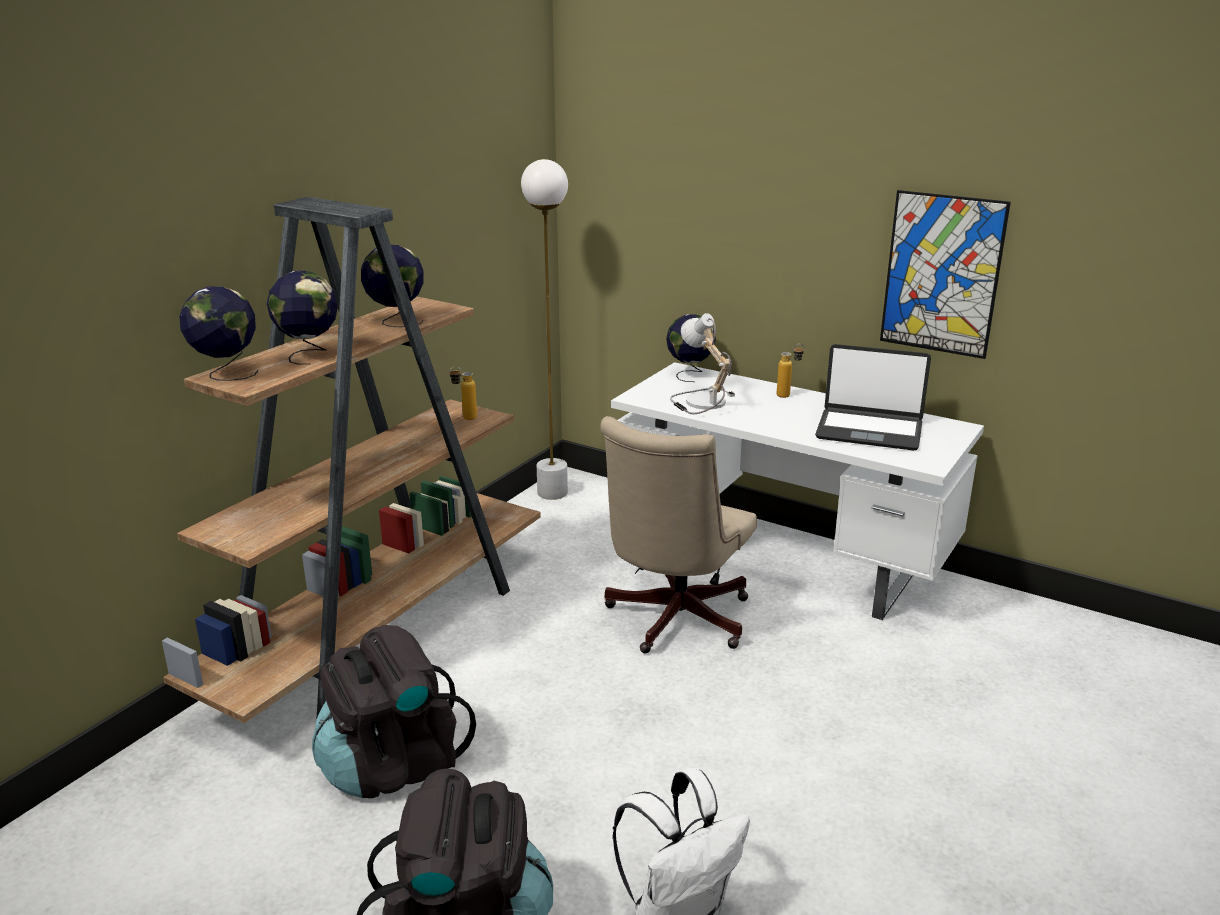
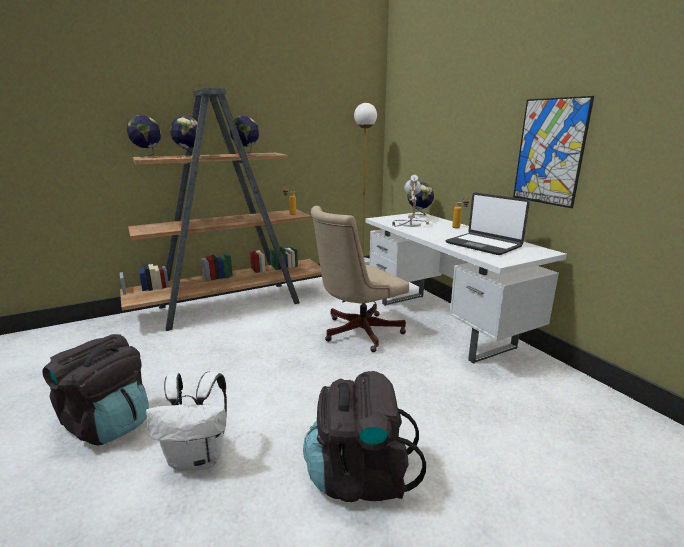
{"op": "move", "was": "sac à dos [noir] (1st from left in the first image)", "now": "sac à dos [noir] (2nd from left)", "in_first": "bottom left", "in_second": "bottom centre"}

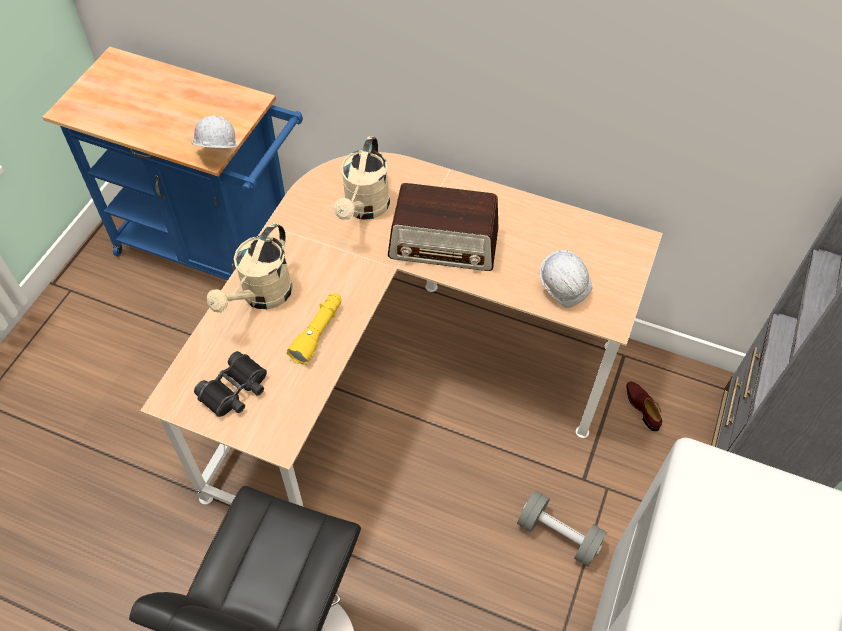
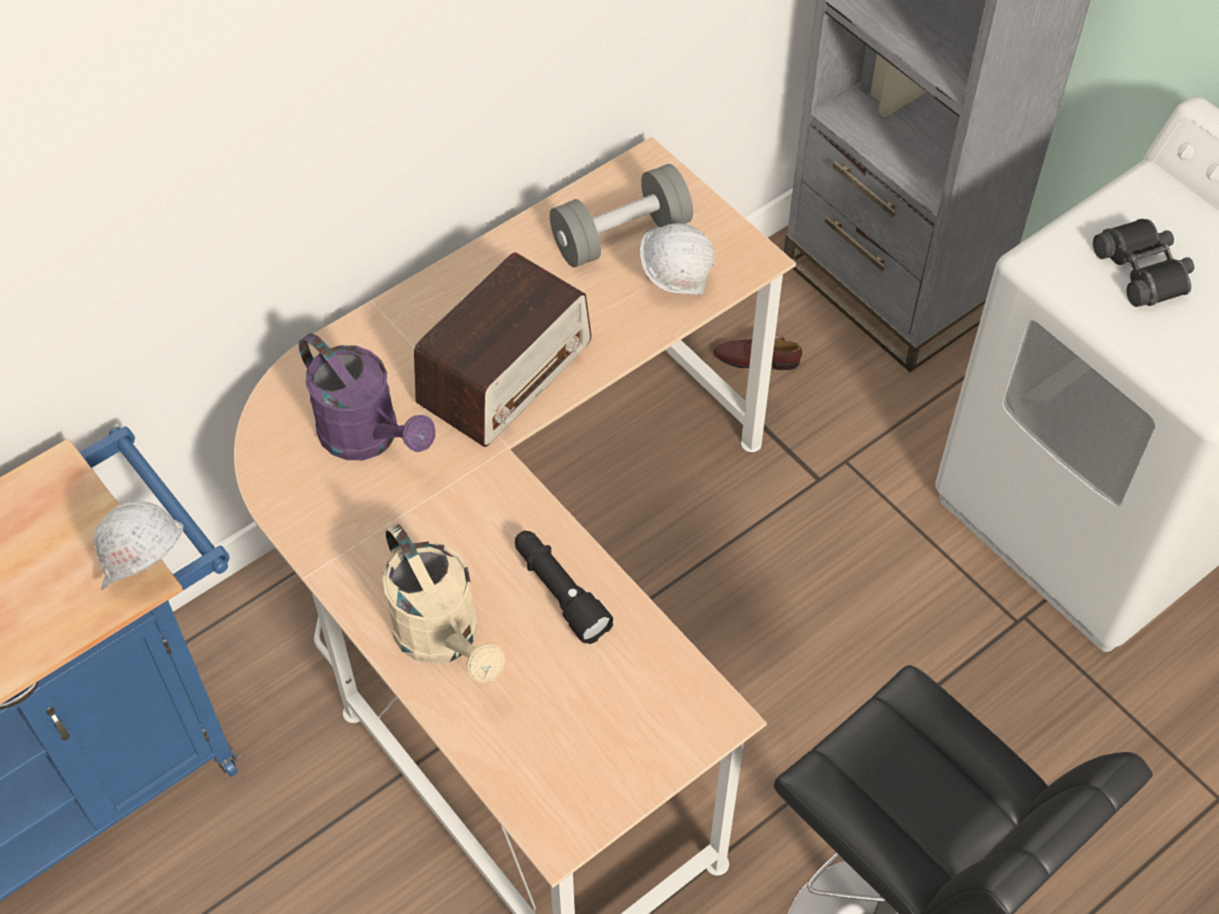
{"op": "recolor", "was": "arrosoir [beige] (2nd from left)", "now": "arrosoir [violet]", "in_first": "top centre", "in_second": "middle left"}
{"op": "recolor", "was": "lampe de poche [jaune]", "now": "lampe de poche [noir]", "in_first": "centre", "in_second": "centre"}
{"op": "move", "was": "haltère [gris]", "in_first": "bottom right", "in_second": "top centre"}
{"op": "move", "was": "jumelles [noir]", "in_first": "middle left", "in_second": "top right"}

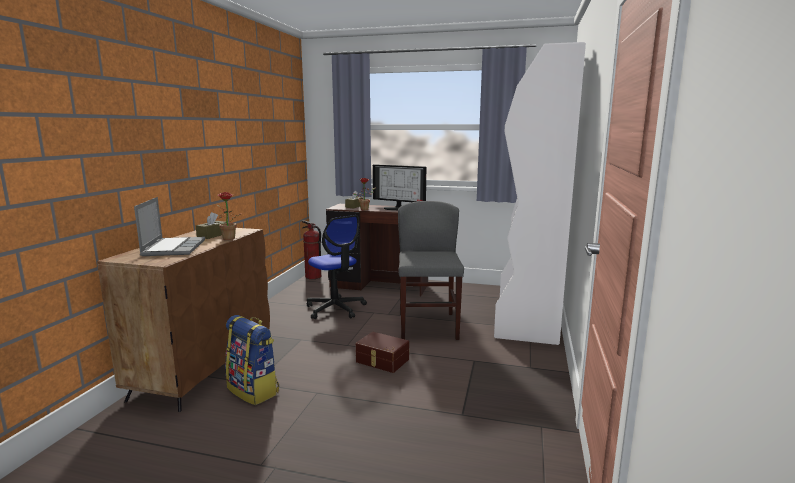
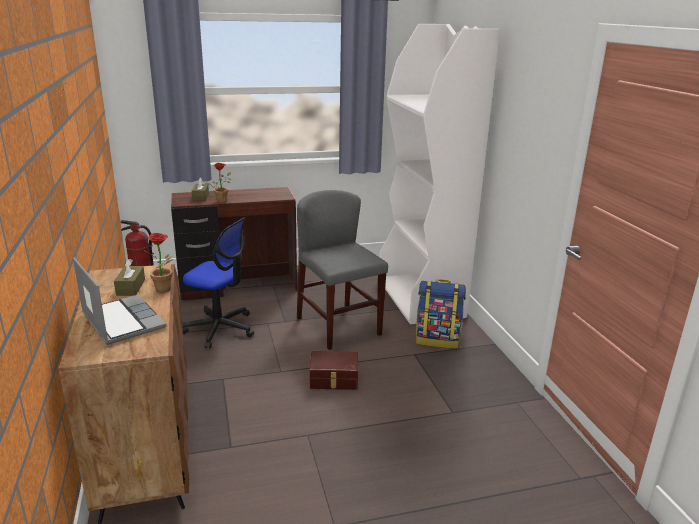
{"op": "move", "was": "sac à dos", "in_first": "bottom left", "in_second": "centre"}
{"op": "delete", "was": "écran d'ordinateur", "in_first": "centre"}

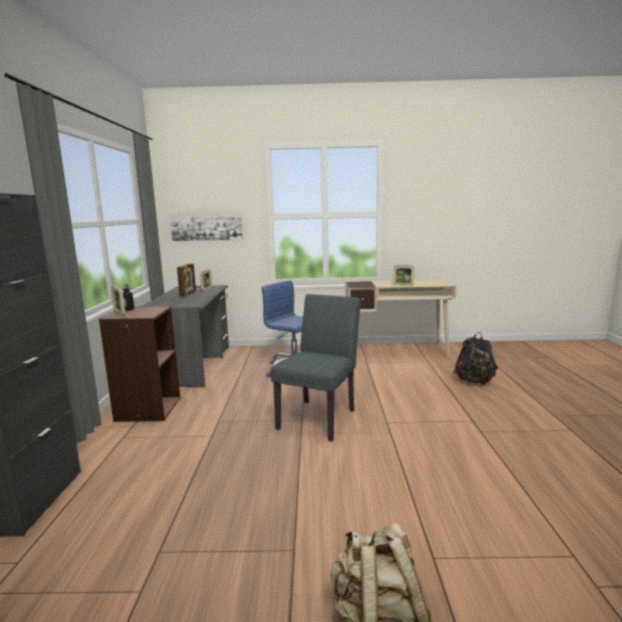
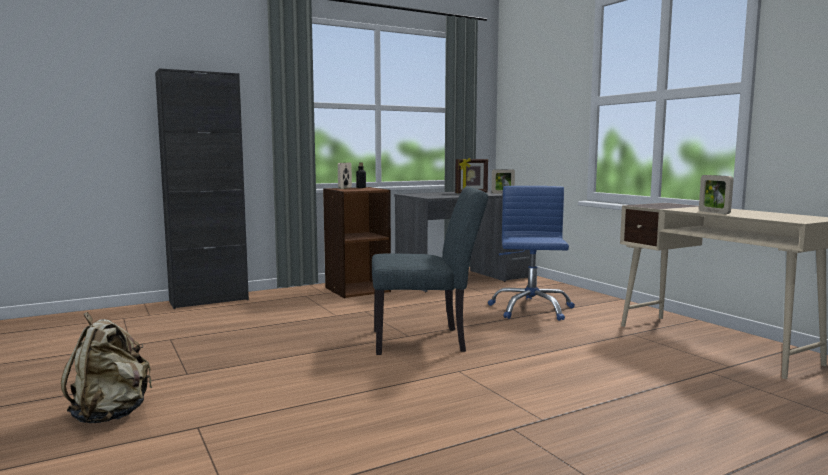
{"op": "delete", "was": "tableau", "in_first": "middle left"}
{"op": "delete", "was": "sac à dos [noir]", "in_first": "middle right"}

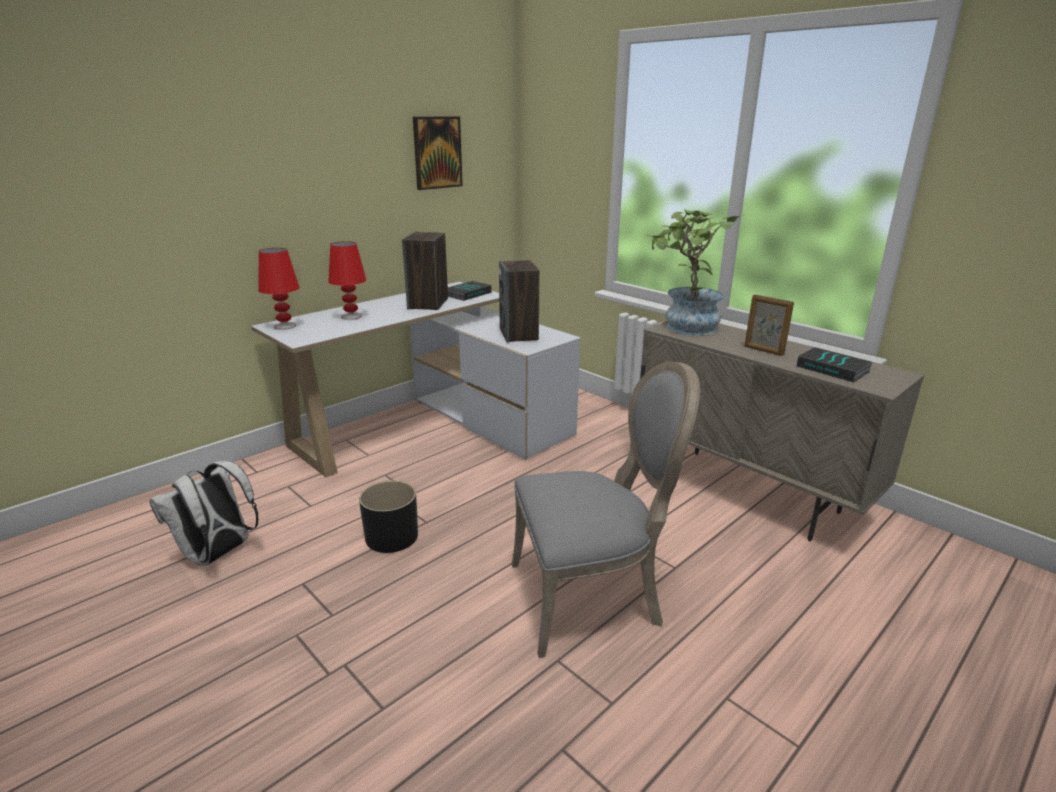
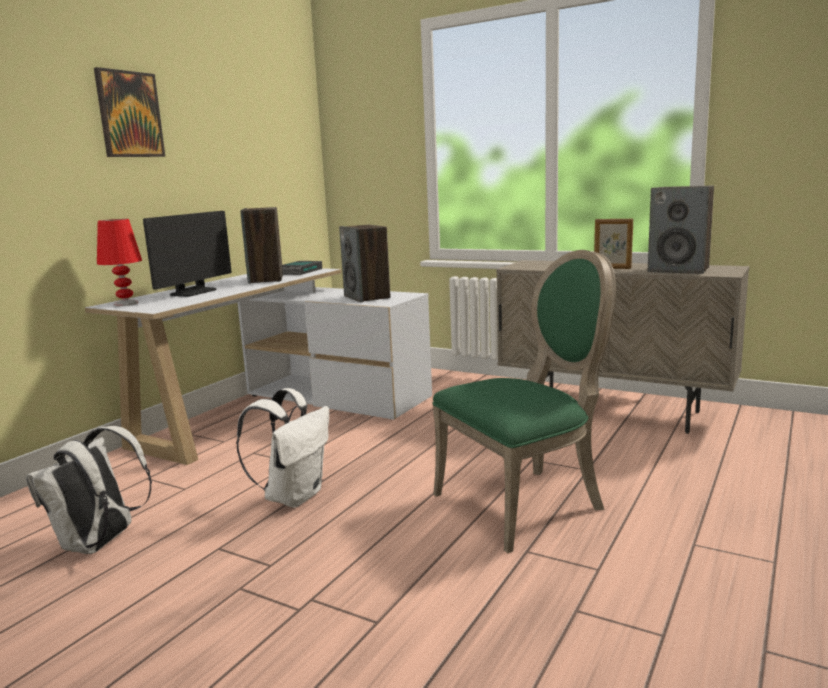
{"op": "move", "was": "tableau", "in_first": "top centre", "in_second": "top left"}
{"op": "replace", "was": "lampe de table [rouge] (2nd from left)", "now": "écran d'ordinateur", "in_first": "middle left", "in_second": "middle left"}
{"op": "replace", "was": "cache-pot [noir]", "now": "sac à dos [blanc] (2nd from left)", "in_first": "centre", "in_second": "centre"}
{"op": "recolor", "was": "chaise [gris]", "now": "chaise [vert]", "in_first": "centre", "in_second": "centre"}
{"op": "replace", "was": "livre (2nd from left)", "now": "enceinte (3rd from left)", "in_first": "middle right", "in_second": "middle right"}
{"op": "delete", "was": "plante en pot", "in_first": "centre"}

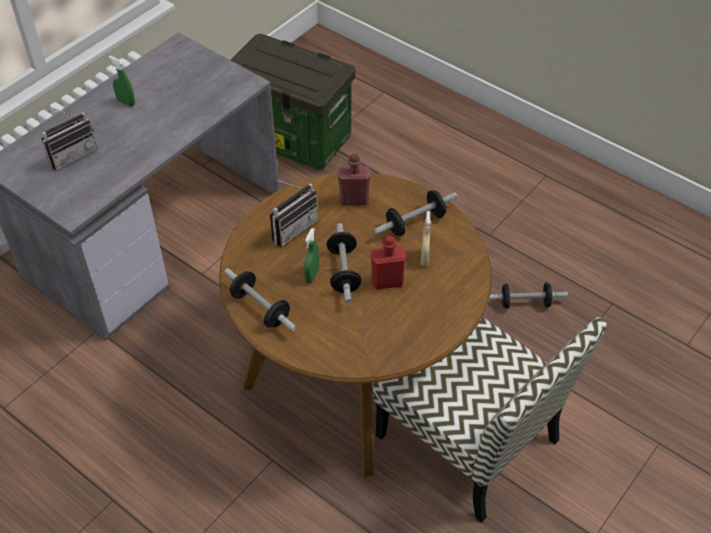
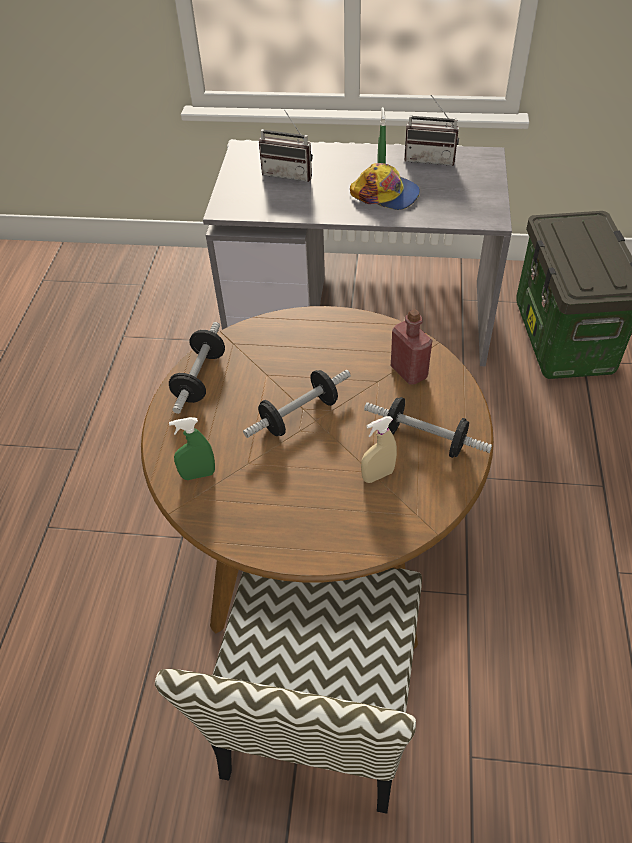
{"op": "move", "was": "vaporisateur [vert] (2nd from left in the first image)", "now": "vaporisateur [vert] (1st from left)", "in_first": "centre", "in_second": "middle left"}
{"op": "insert", "now": "casquette", "in_second": "top centre"}
{"op": "move", "was": "radio (2nd from left)", "in_first": "centre", "in_second": "top right"}
{"op": "delete", "was": "bouteille [rouge] (2nd from left)", "in_first": "centre"}
{"op": "delete", "was": "haltère (4th from left)", "in_first": "middle right"}

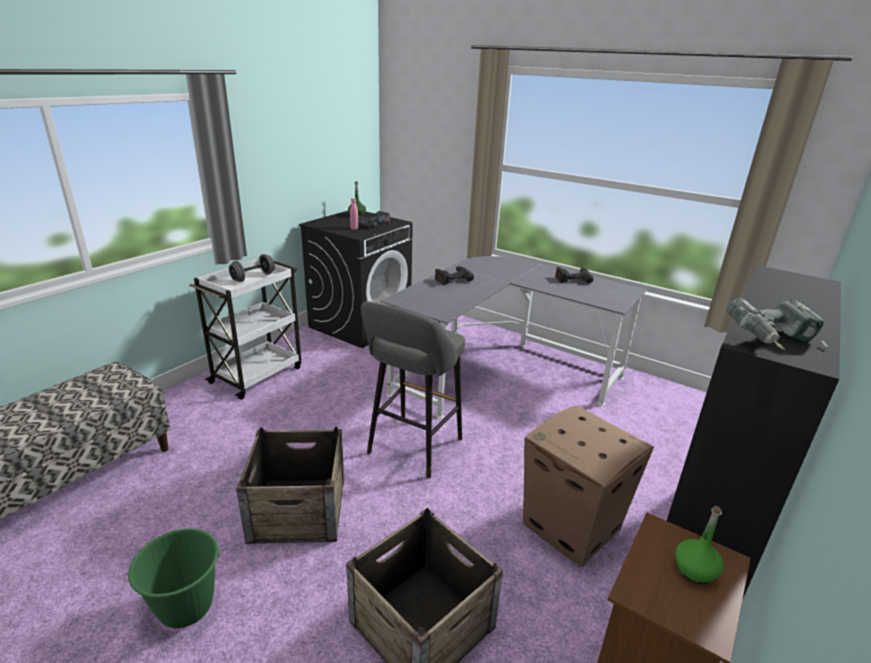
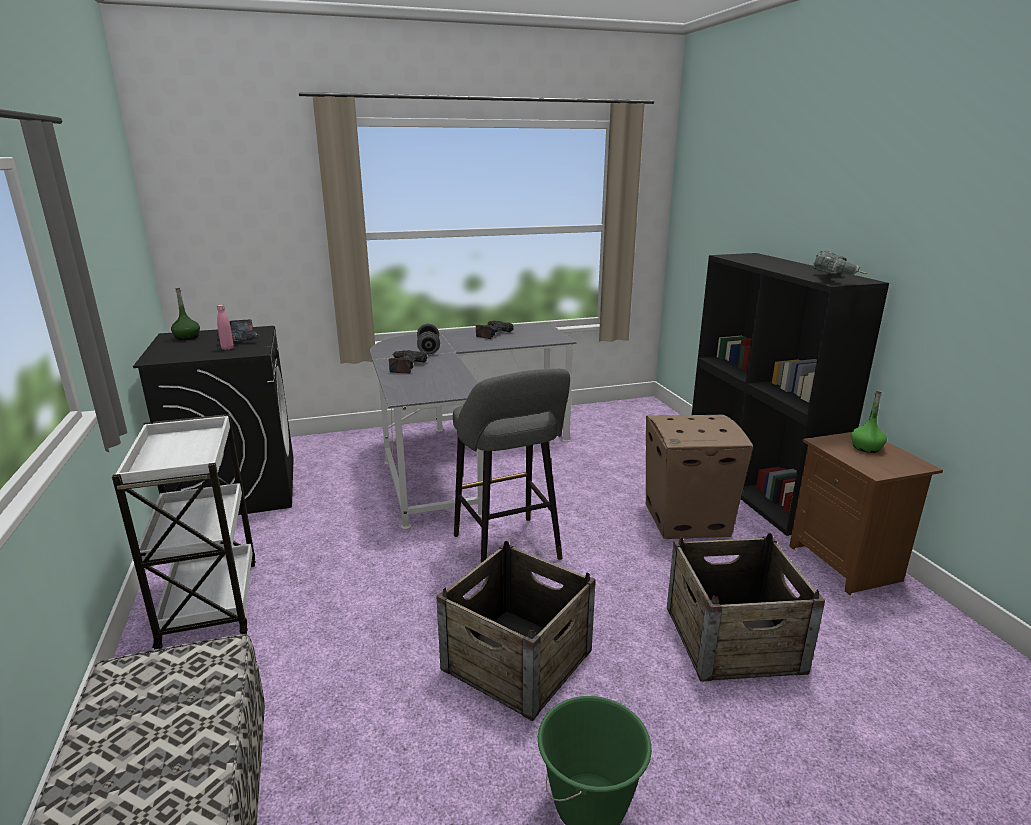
{"op": "move", "was": "haltère [gris]", "in_first": "middle left", "in_second": "centre"}

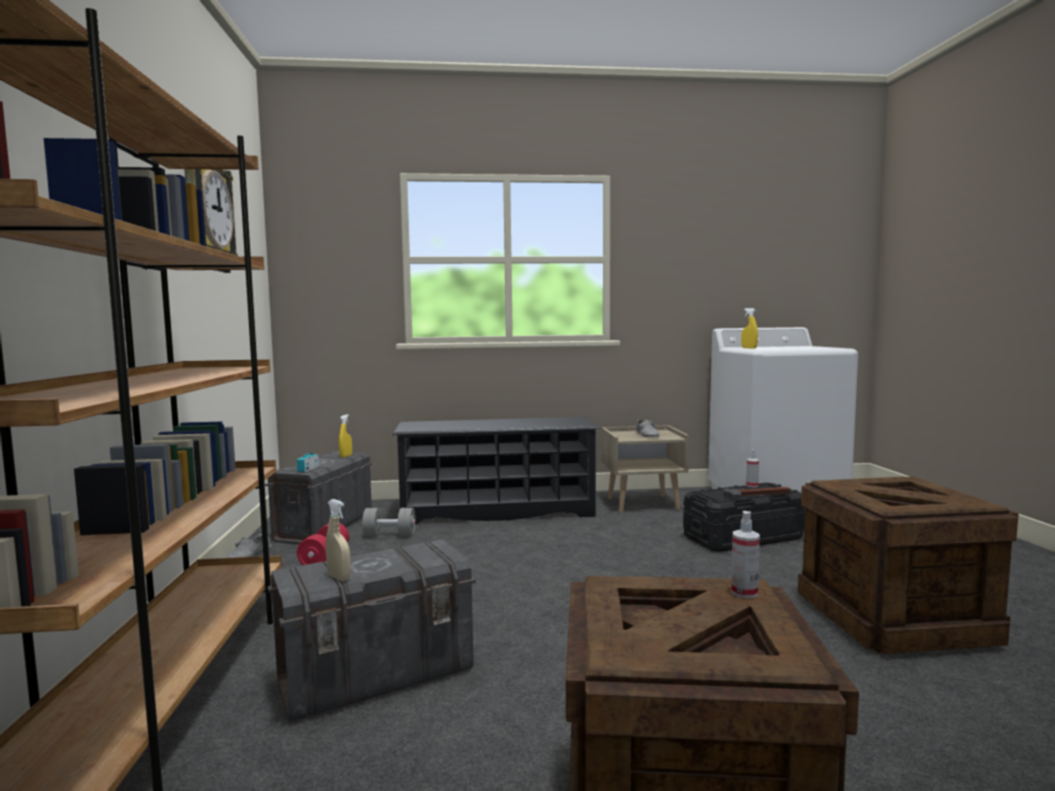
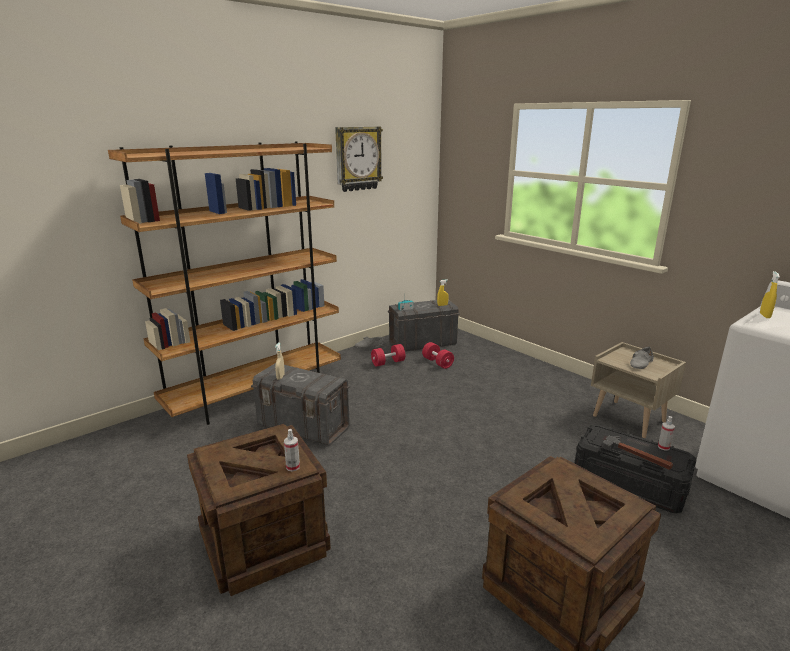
{"op": "recolor", "was": "haltère [gris]", "now": "haltère [rouge] (2nd from left)", "in_first": "centre", "in_second": "centre"}
{"op": "delete", "was": "étagère à chaussures [noir]", "in_first": "centre"}

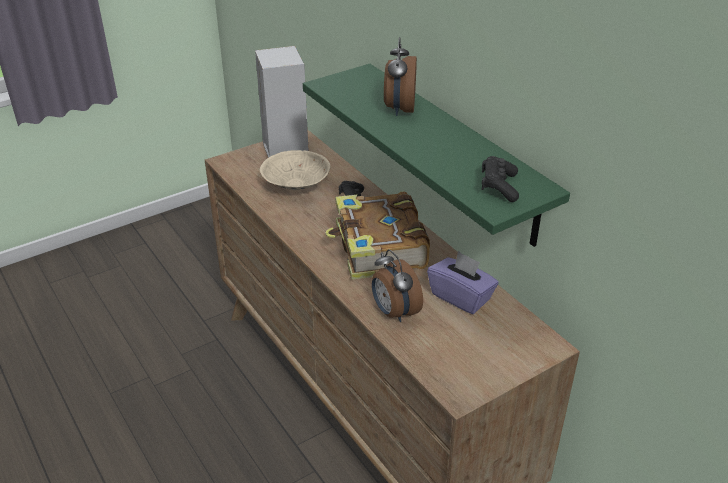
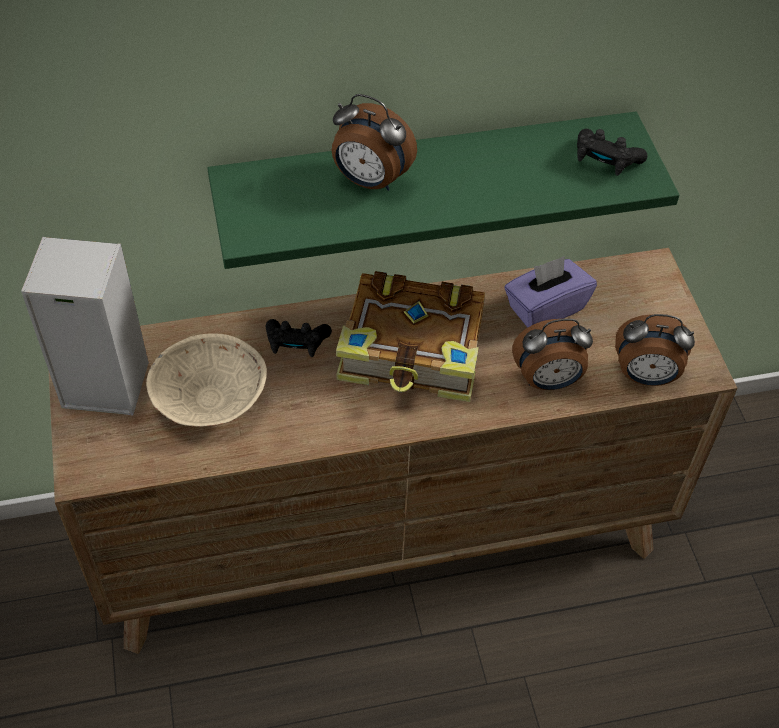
{"op": "insert", "now": "réveil (3rd from left)", "in_second": "middle right"}

